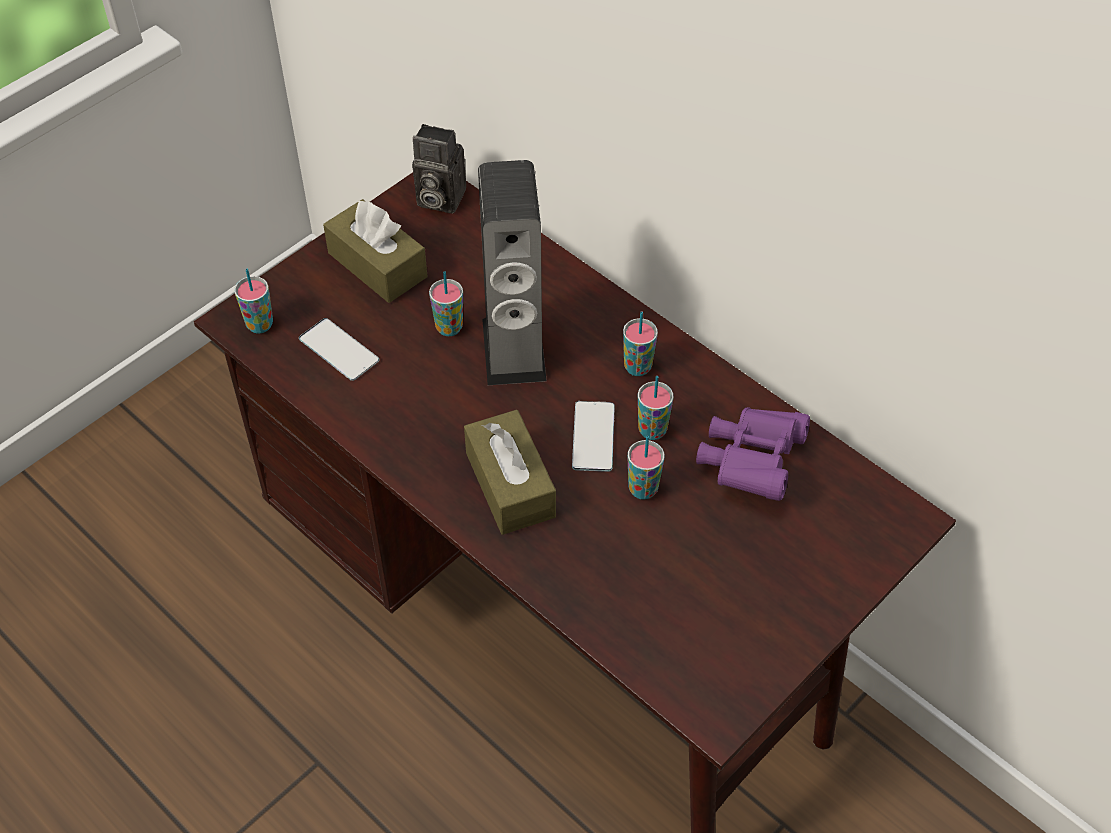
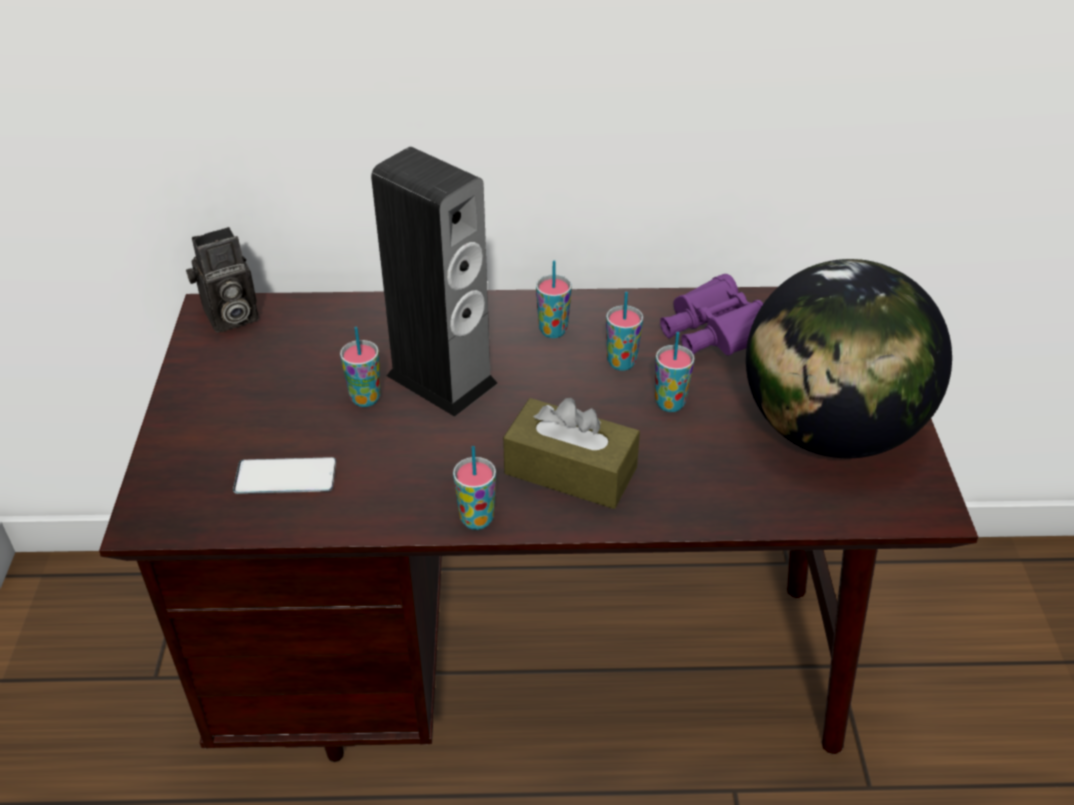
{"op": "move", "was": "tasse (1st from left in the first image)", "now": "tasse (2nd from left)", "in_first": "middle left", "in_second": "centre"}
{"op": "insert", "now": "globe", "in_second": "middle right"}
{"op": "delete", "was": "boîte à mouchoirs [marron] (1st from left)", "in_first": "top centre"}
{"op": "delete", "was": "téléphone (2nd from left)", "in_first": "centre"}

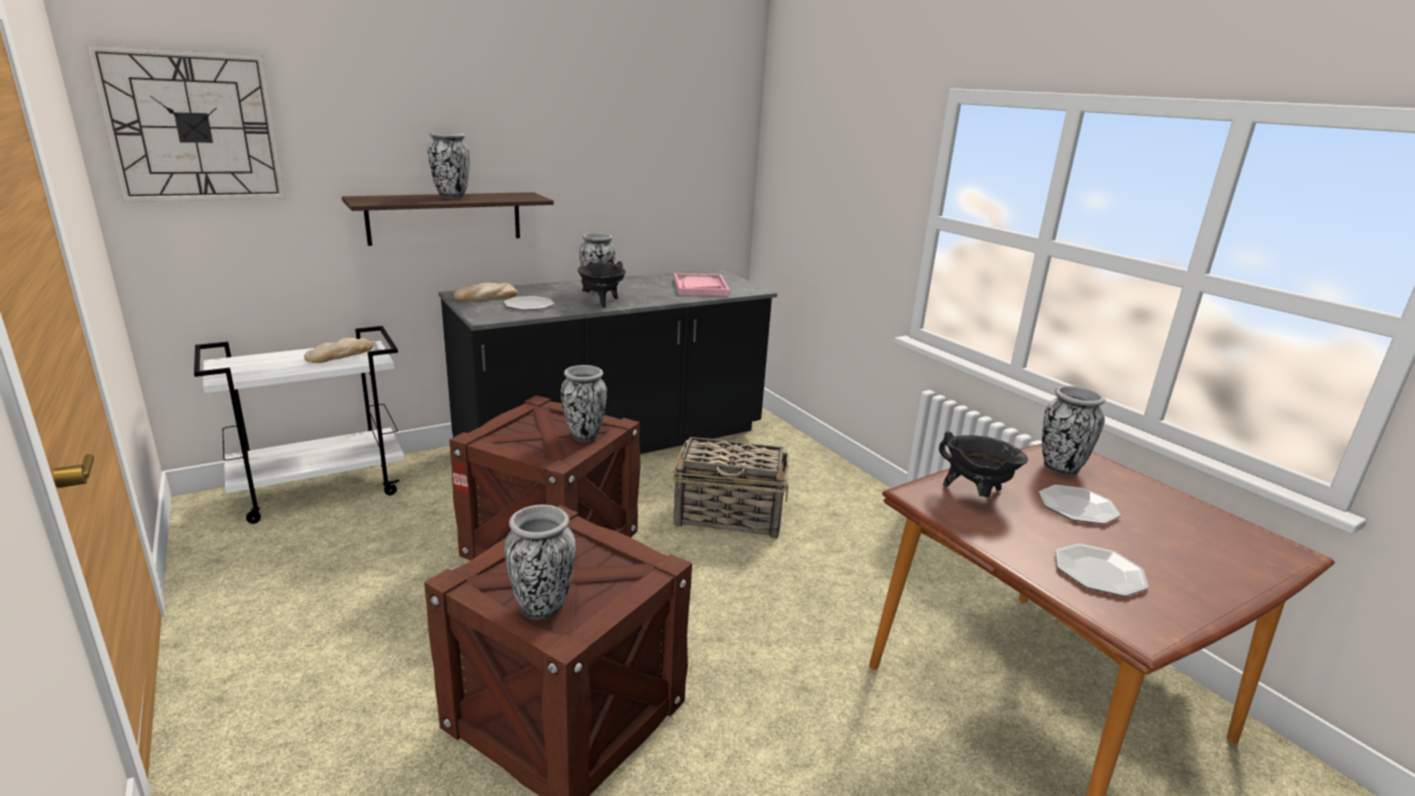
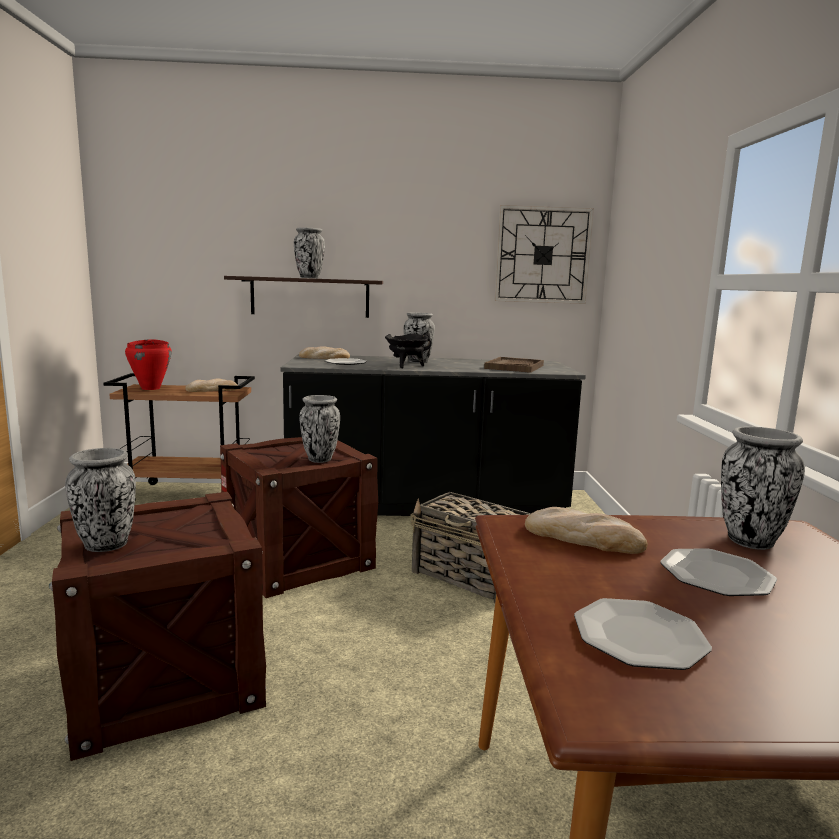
{"op": "recolor", "was": "chariot [blanc]", "now": "chariot [marron]", "in_first": "middle left", "in_second": "middle left"}
{"op": "insert", "now": "marmite [rouge]", "in_second": "middle left"}
{"op": "recolor", "was": "plateau [rose]", "now": "plateau [marron]", "in_first": "centre", "in_second": "centre"}
{"op": "move", "was": "horloge murale", "in_first": "top left", "in_second": "top centre"}
{"op": "replace", "was": "marmite [noir] (2nd from left)", "now": "pain (3rd from left)", "in_first": "middle right", "in_second": "middle right"}

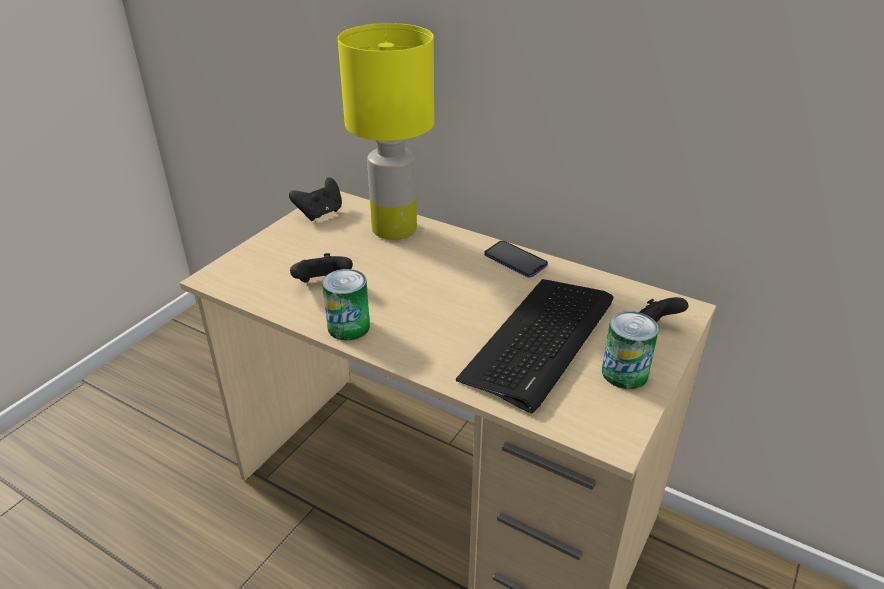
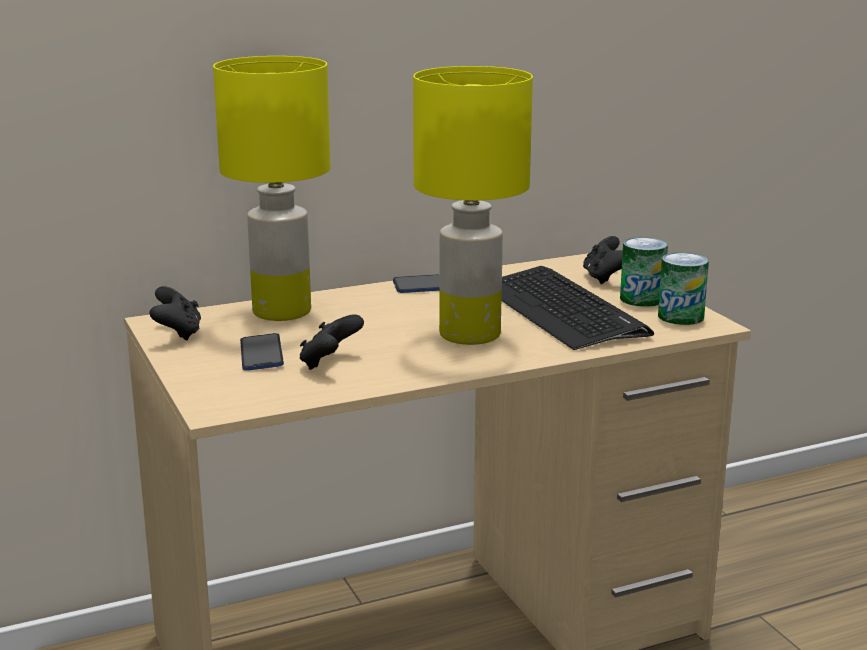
{"op": "insert", "now": "téléphone (1st from left)", "in_second": "middle left"}
{"op": "insert", "now": "lampe de table [jaune] (2nd from left)", "in_second": "top centre"}
{"op": "move", "was": "boîte métallique (1st from left in the first image)", "now": "boîte métallique (2nd from left)", "in_first": "centre", "in_second": "middle right"}

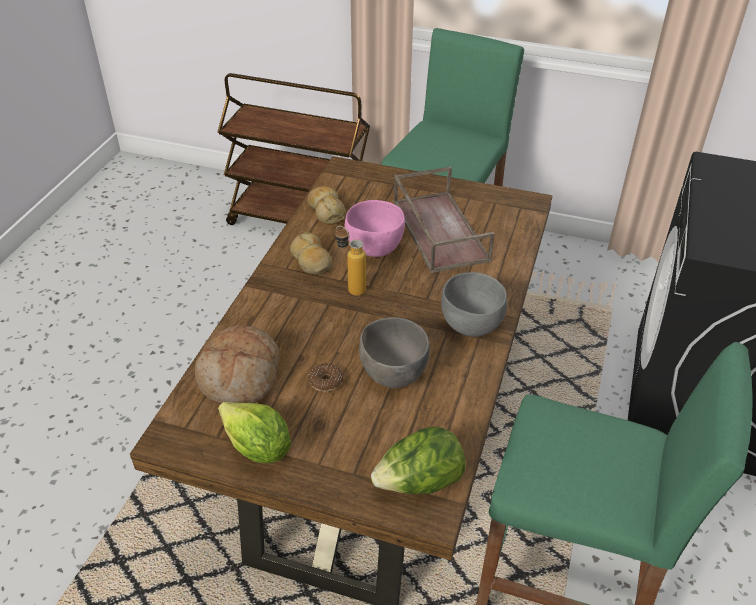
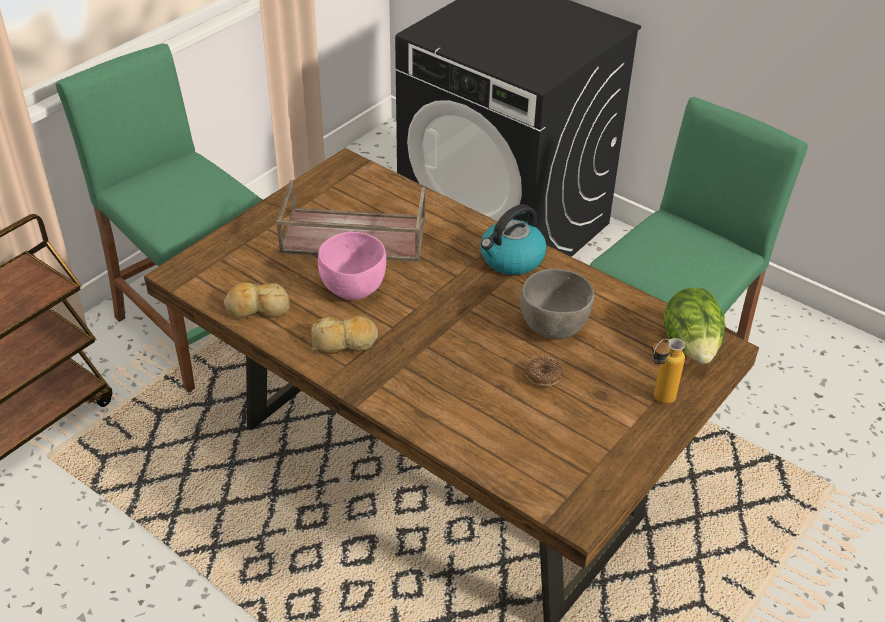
{"op": "replace", "was": "bol [gris] (2nd from left)", "now": "bouilloire", "in_first": "centre", "in_second": "centre"}
{"op": "move", "was": "bouteille", "in_first": "centre", "in_second": "middle right"}
{"op": "delete", "was": "pain (1st from left)", "in_first": "middle left"}
{"op": "delete", "was": "laitue (1st from left)", "in_first": "bottom centre"}

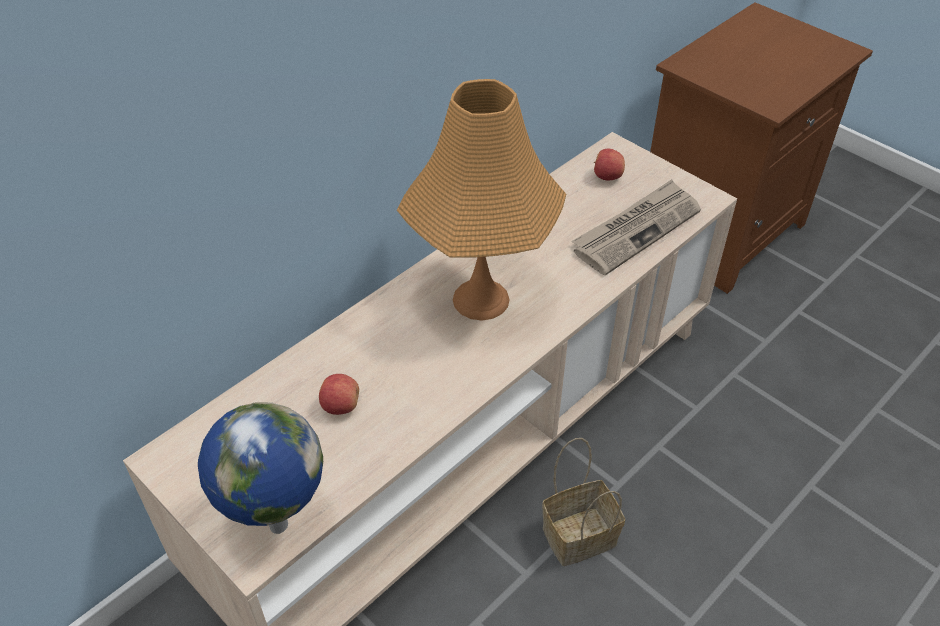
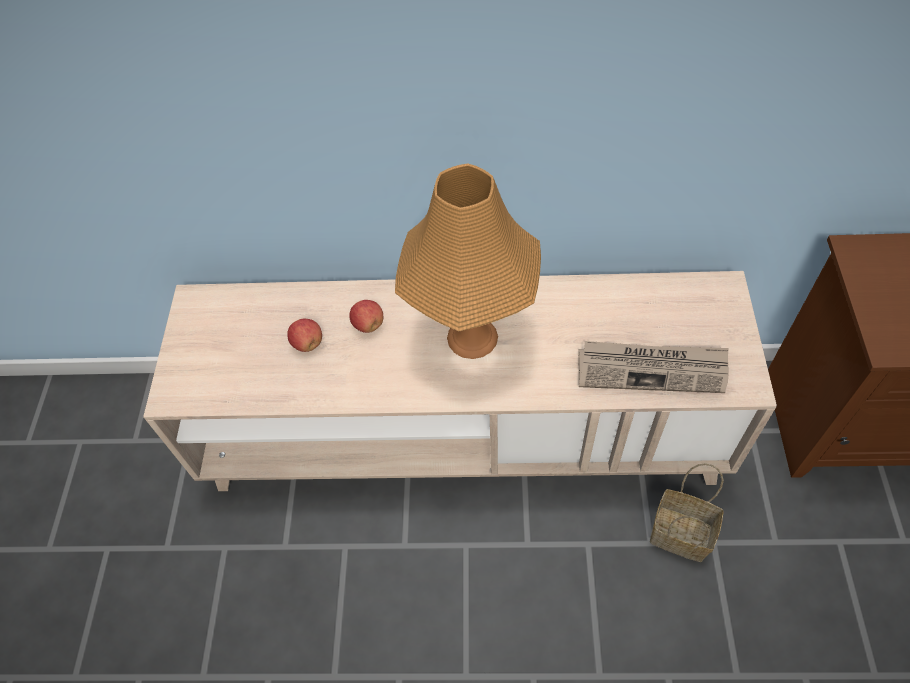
{"op": "move", "was": "pomme (2nd from left)", "in_first": "top centre", "in_second": "centre"}
{"op": "move", "was": "panier", "in_first": "bottom centre", "in_second": "bottom right"}
{"op": "delete", "was": "globe", "in_first": "bottom left"}

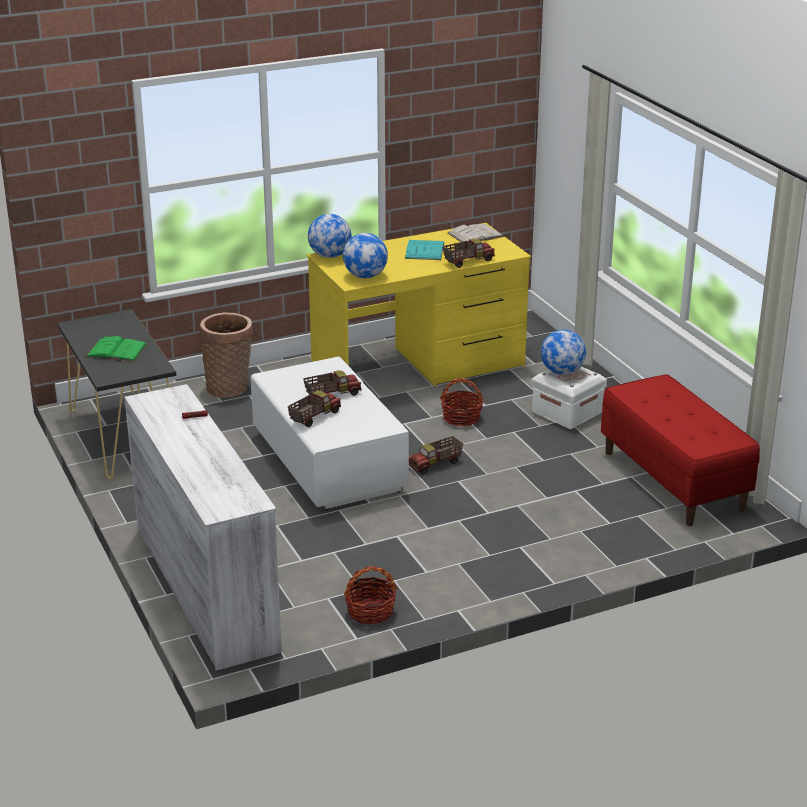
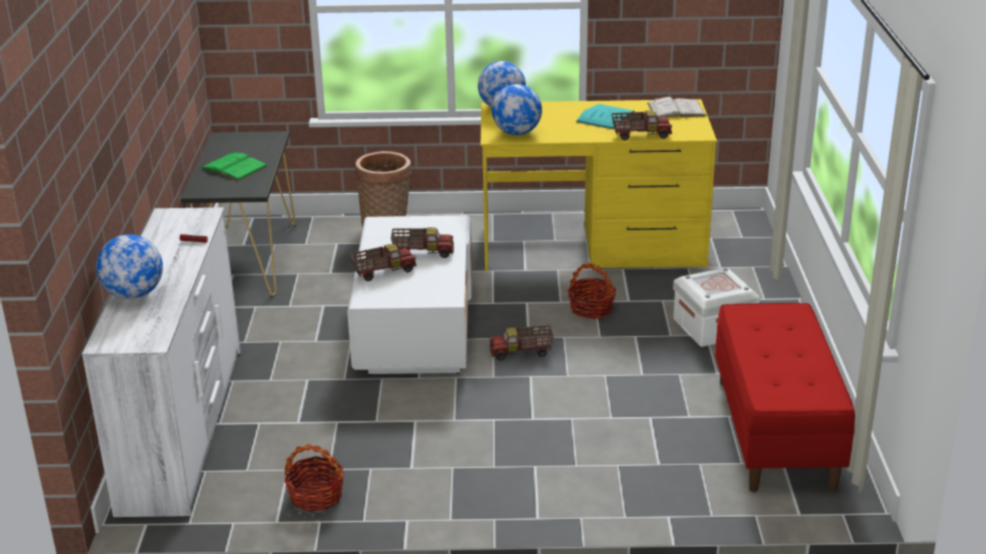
{"op": "move", "was": "globe (3rd from left in the first image)", "now": "globe (1st from left)", "in_first": "middle right", "in_second": "middle left"}

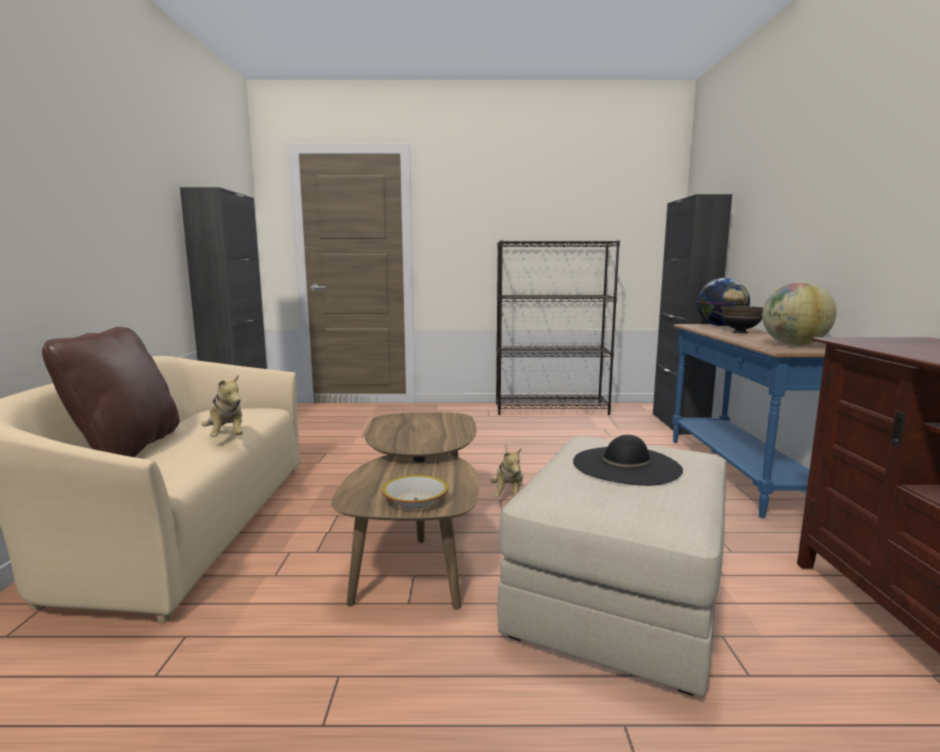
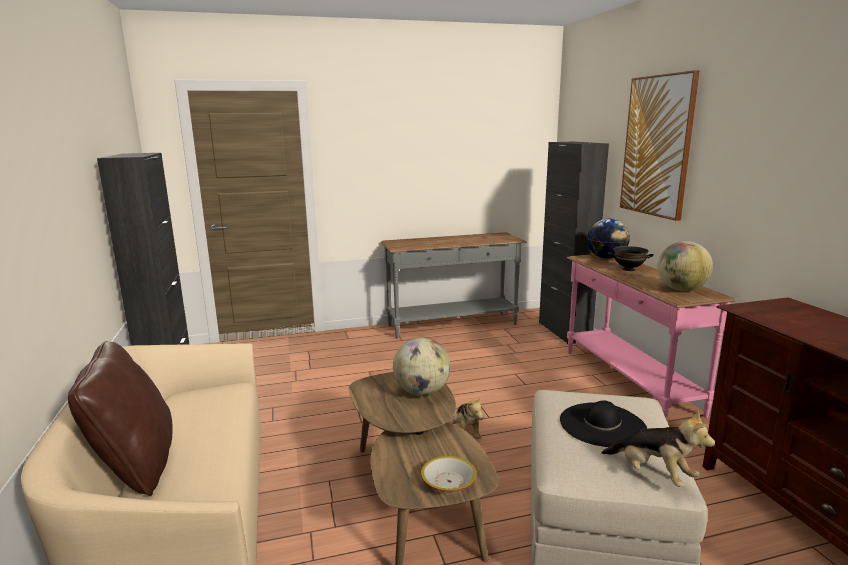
{"op": "replace", "was": "bibliothèque [noir]", "now": "table console [gris]", "in_first": "centre", "in_second": "centre"}
{"op": "insert", "now": "globe (1st from left)", "in_second": "centre"}
{"op": "recolor", "was": "table console [bleu]", "now": "table console [rose]", "in_first": "middle right", "in_second": "middle right"}
{"op": "move", "was": "peluche (1st from left in the first image)", "now": "peluche (2nd from left)", "in_first": "middle left", "in_second": "bottom right"}
{"op": "insert", "now": "tableau", "in_second": "top right"}

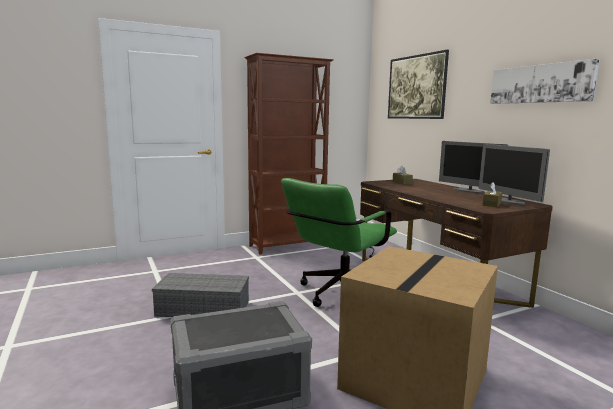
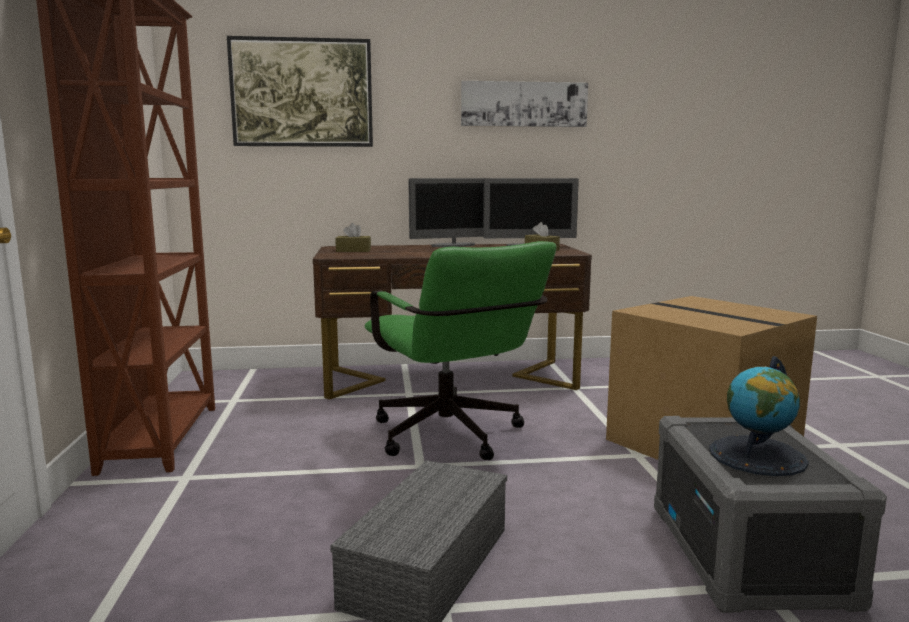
{"op": "insert", "now": "globe", "in_second": "bottom right"}

